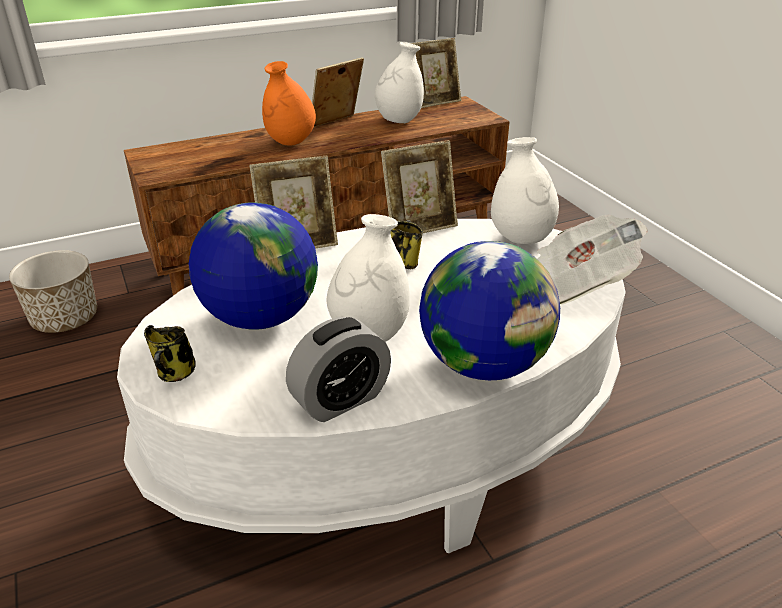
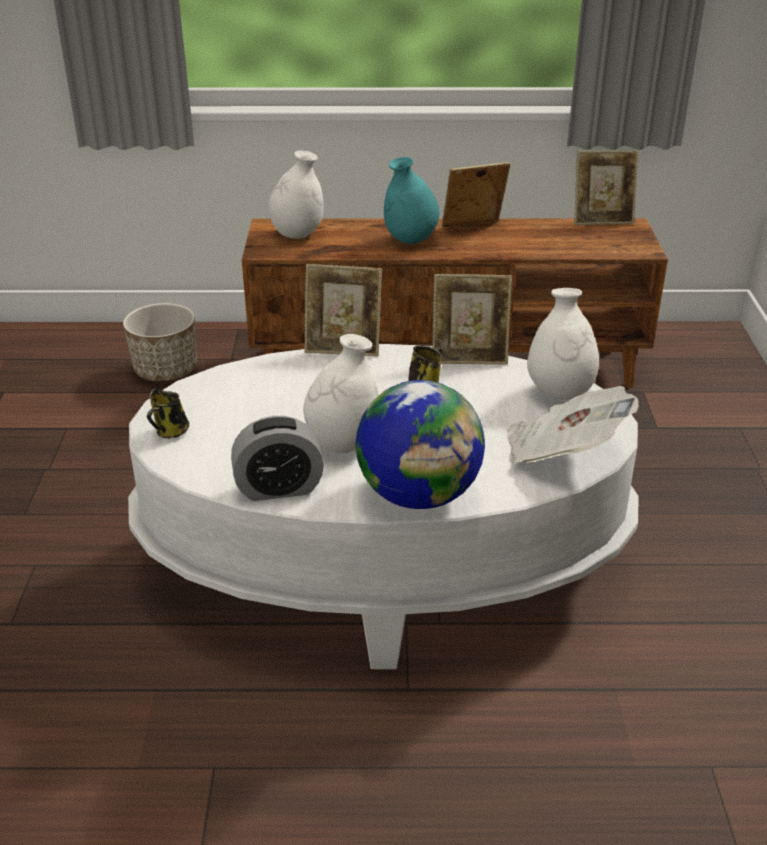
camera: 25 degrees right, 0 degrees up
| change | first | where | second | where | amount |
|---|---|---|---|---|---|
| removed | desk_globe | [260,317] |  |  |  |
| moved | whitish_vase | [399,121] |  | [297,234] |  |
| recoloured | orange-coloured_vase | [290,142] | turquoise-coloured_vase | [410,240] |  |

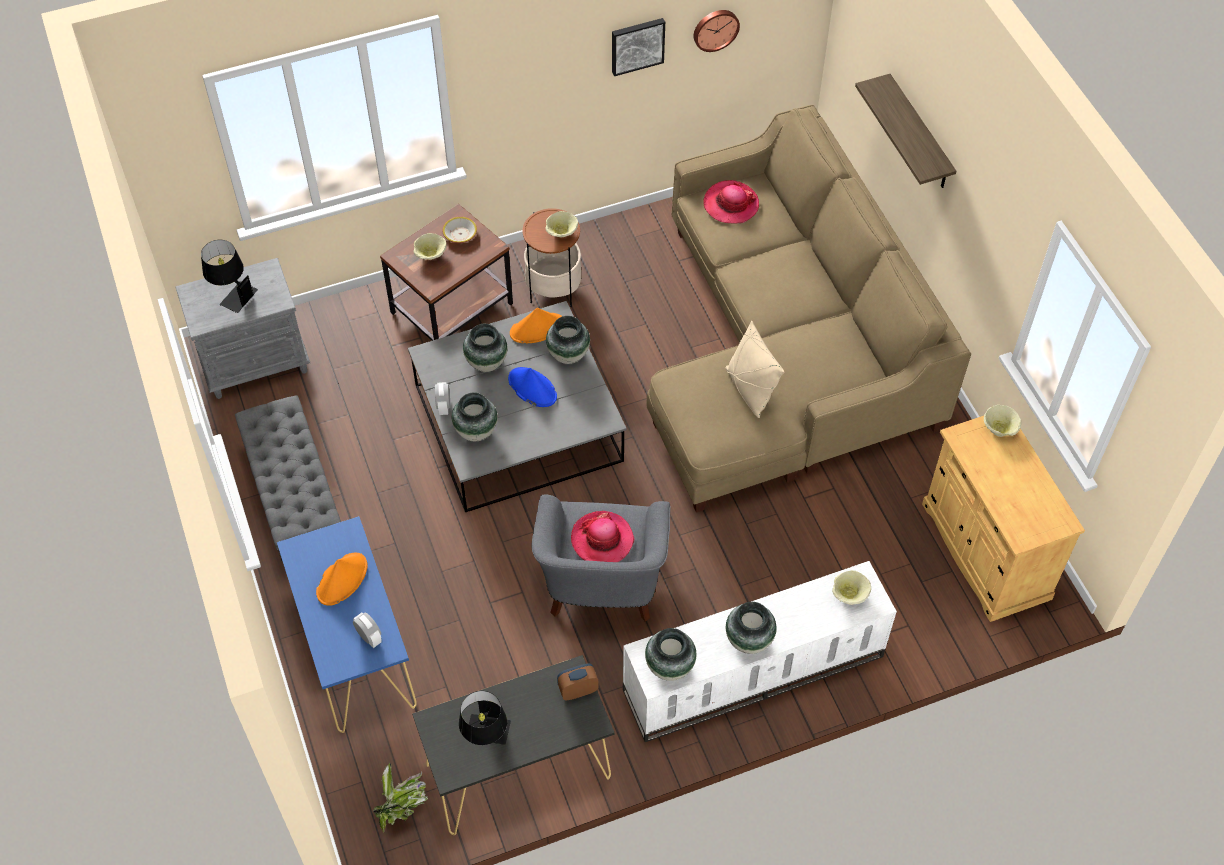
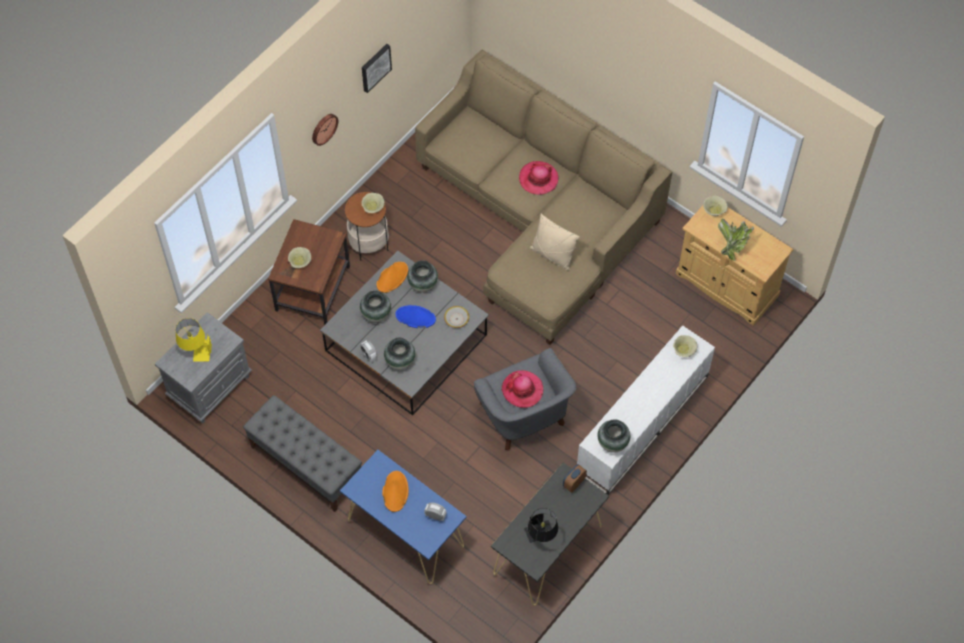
camera: 30 degrees left, 5 degrees up
| change | first | where | second | where | amount |
|---|---|---|---|---|---|
| removed | vase | [749,641] |  |  |  |
| removed | shelf | [919,134] |  |  |  |
| moved | plant_in_a_pot | [403,807] |  | [733,245] |  |
| moved | deep_dish | [460,234] |  | [456,319] |  |
| moved | clock_on_the_wall | [715,29] |  | [323,128] |  |
| moved | clothing_hat | [731,204] |  | [538,179] |  |
| recoloured | black_table_lamp | [232,294] | yellow_table_lamp | [196,350] |  |

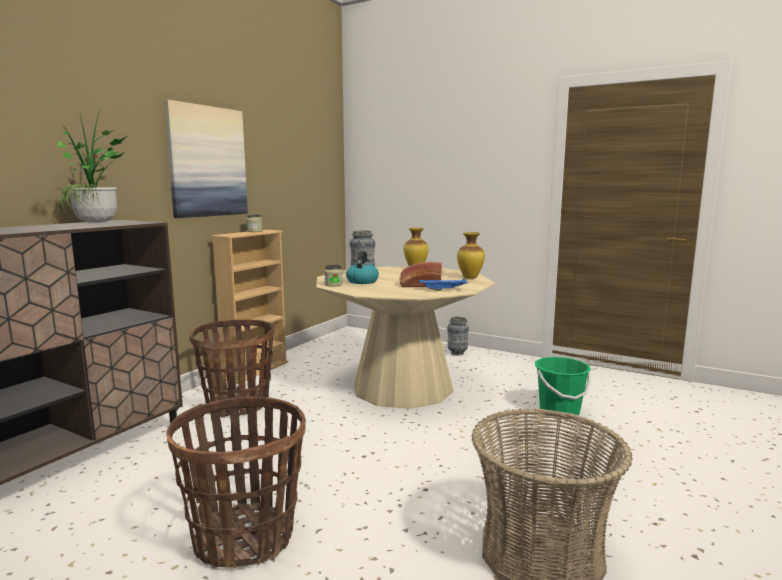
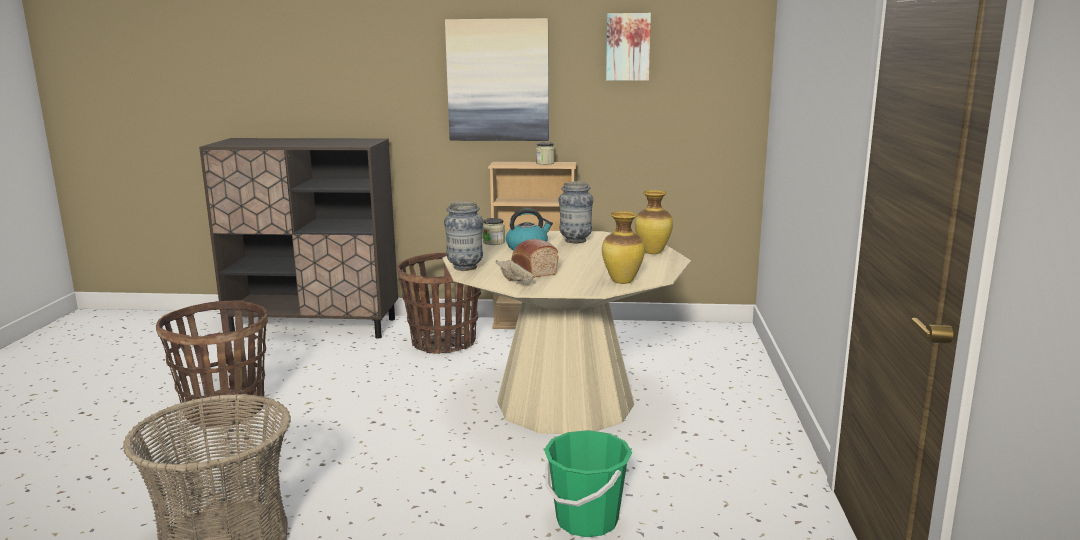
camera: 65 degrees right, 5 degrees up
| change | first | where | second | where | amount |
|---|---|---|---|---|---|
| removed | plant_in_a_pot | [96,223] |  |  |  |
| added |  |  | wall_art | [628,47] |  |
| moved | vase | [457,353] |  | [465,267] |  |
| recoloured | bluish_serving_tray | [444,290] | sand-coloured_serving_tray | [515,281] |  |

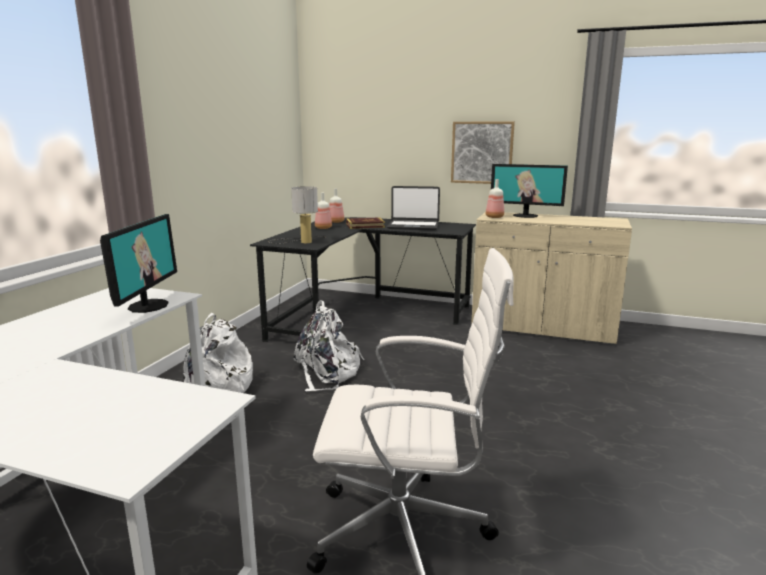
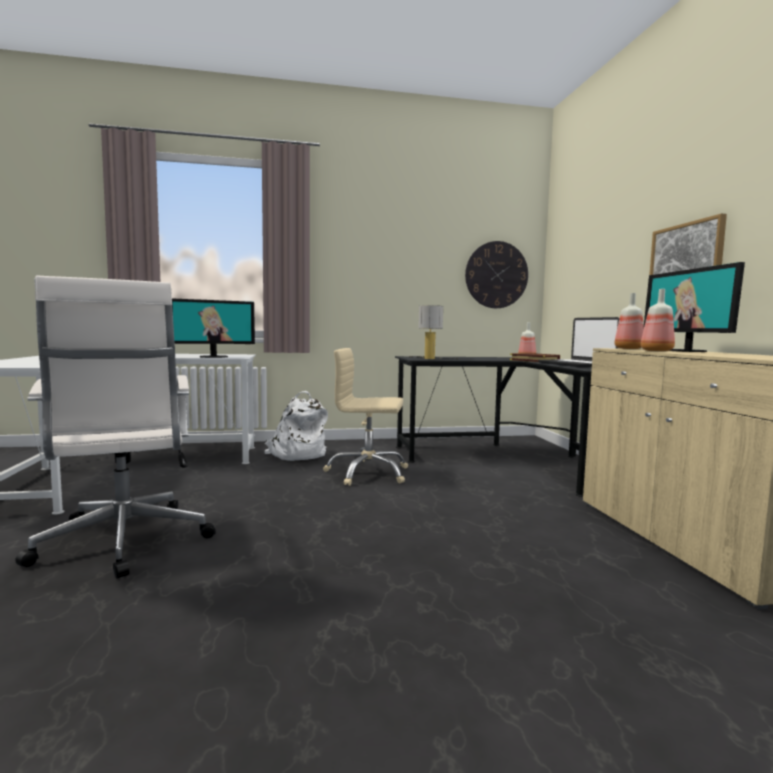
camera: 60 degrees right, 10 degrees down
| change | first | where | second | where | amount |
|---|---|---|---|---|---|
| added |  |  | clock_on_the_wall | [496,275] |  |
| moved | beverage_bottle | [323,228] |  | [656,351] |  |
| replaced | whitish_rucksack | [327,373] | sand-coloured_office_chair | [367,473] |  |

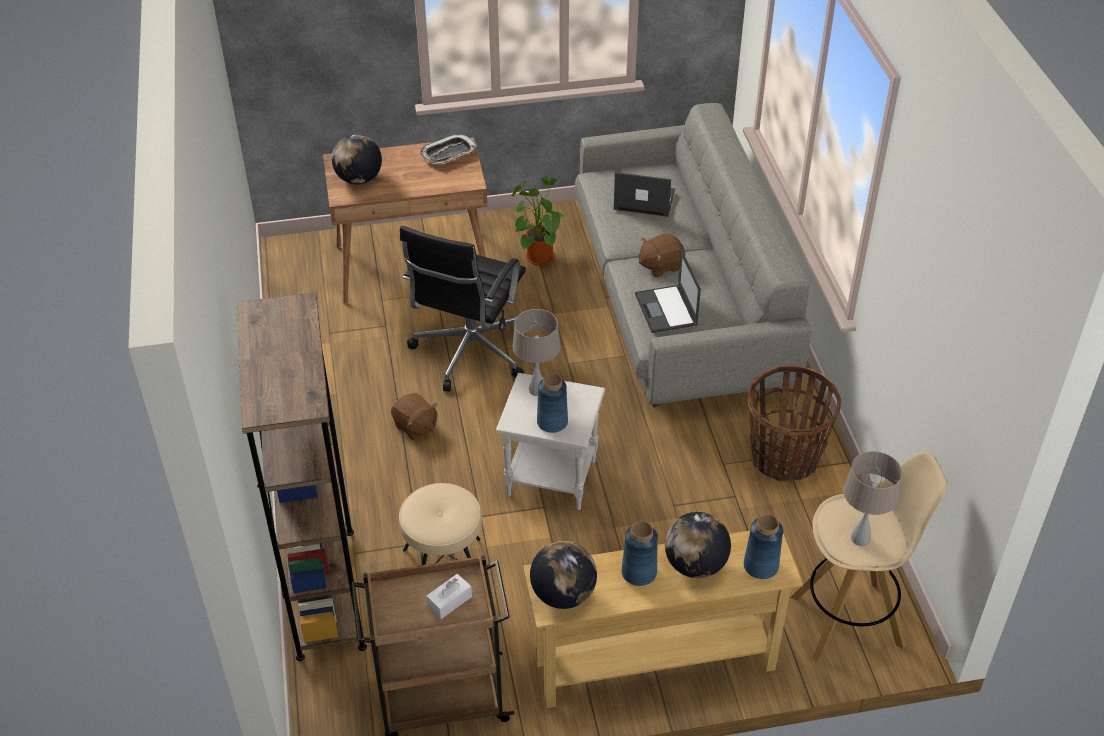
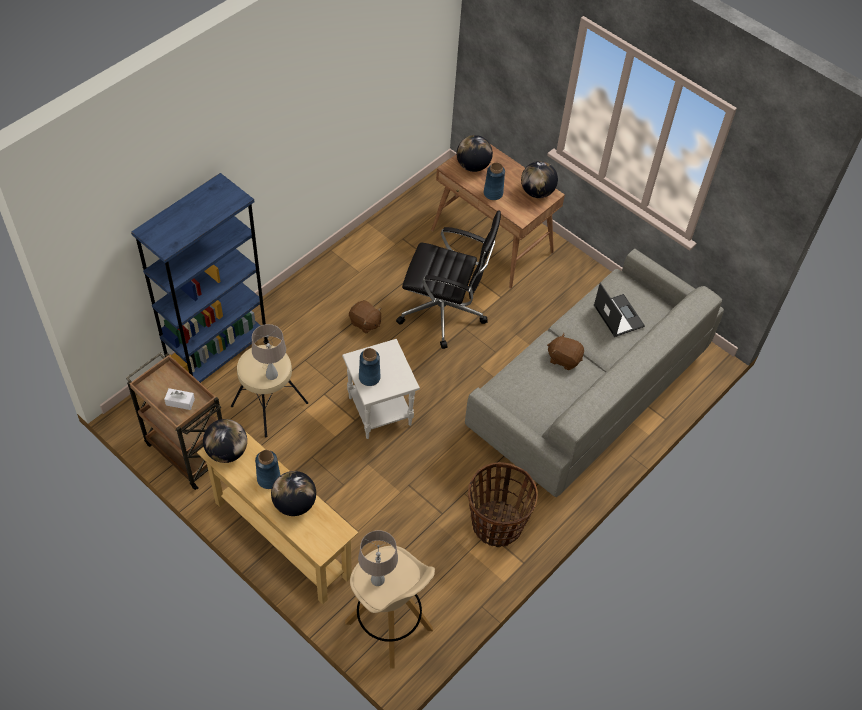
camera: 50 degrees right, 10 degrees up
| change | first | where | second | where | amount |
|---|---|---|---|---|---|
| removed | plant_in_a_pot | [537,256] |  |  |  |
| removed | laptop | [666,310] |  |  |  |
| moved | sand-coloured_table_lamp | [536,390] |  | [271,374] |  |
| moved | bluish_vase | [760,566] |  | [493,193] |  |
| replaced | serving_tray | [449,154] | desk_globe | [537,192] |  |
| recoloured | brownish_bookcase | [326,592] | bluish_bookcase | [218,357] |  |
| turned | brownish_soft_toy | [415,427] |  | [365,323] | 60 degrees counterclockwise |
| turned | black_office_chair | [469,353] |  | [445,312] | 150 degrees counterclockwise |

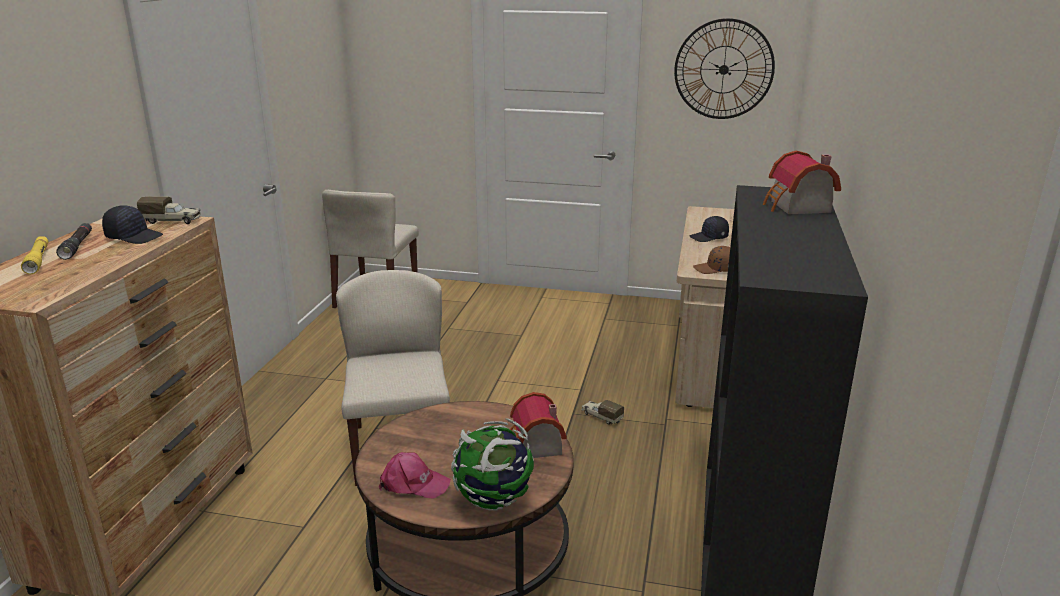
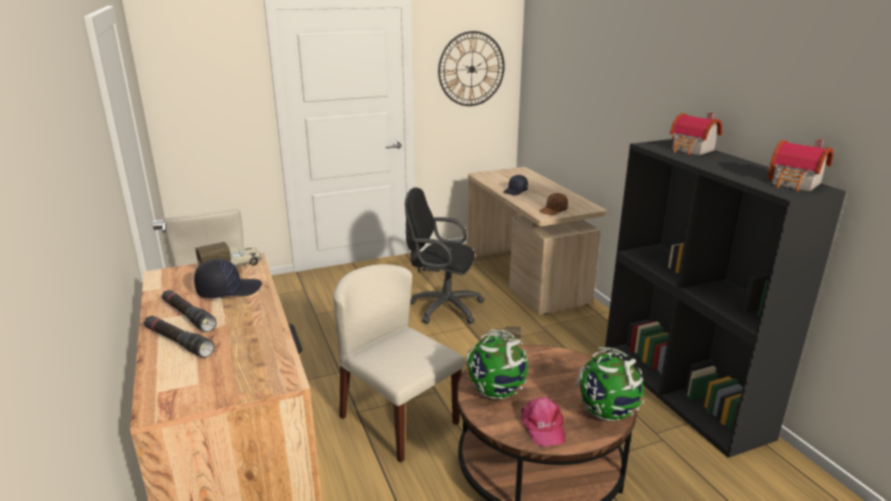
camera: 35 degrees left, 0 degrees up
| change | first | where | second | where | amount |
|---|---|---|---|---|---|
| added |  |  | black_office_chair | [442,307] |  |
| added |  |  | desk_globe | [496,392] |  |
| moved | toy_house | [534,446] |  | [796,184] |  |
| recoloured | yellow_hand_torch | [38,260] | black_hand_torch | [178,342] |  |
| turned | pink_peaked_cap | [413,484] |  | [543,426] | 105 degrees clockwise |

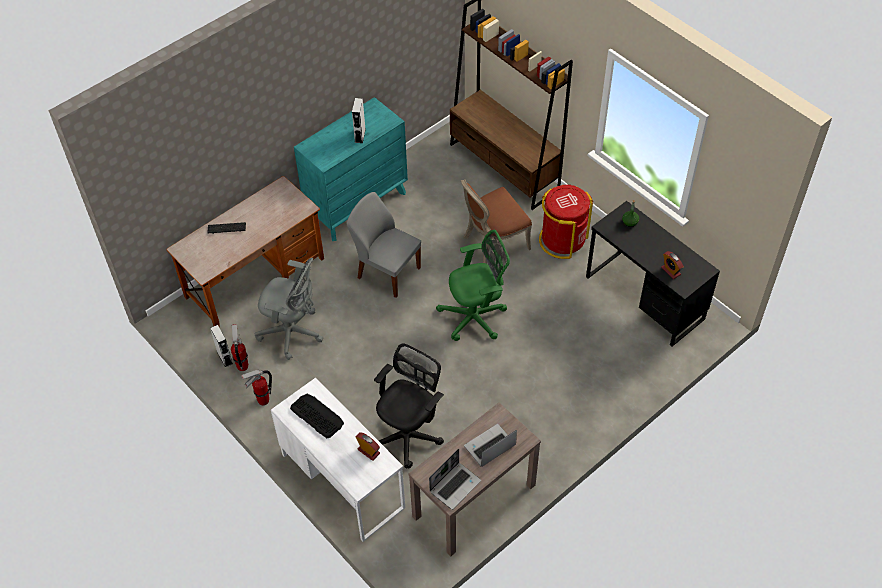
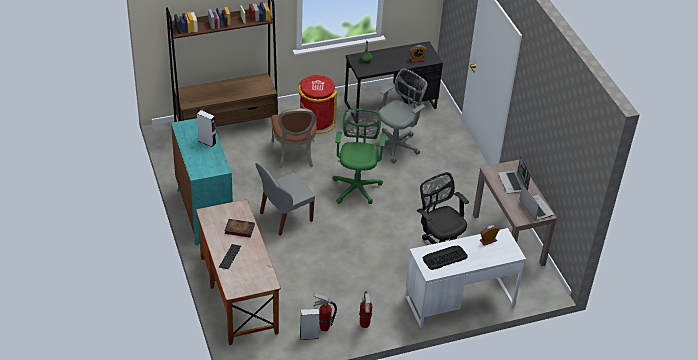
camera: 70 degrees left, 10 degrees down
| change | first | where | second | where | amount |
|---|---|---|---|---|---|
| added |  |  | bound_book | [238,229] |  |
| moved | grey_office_chair | [293,332] |  | [396,145] |  |

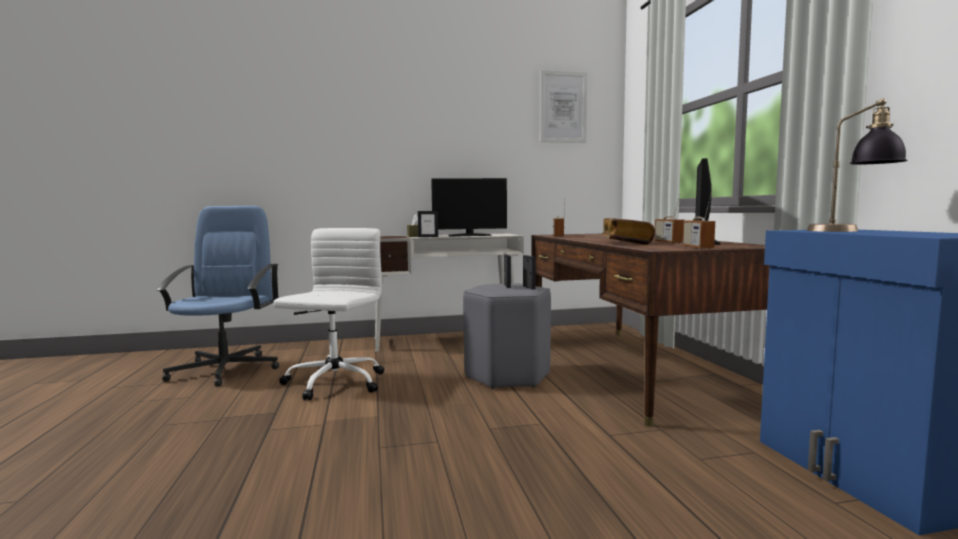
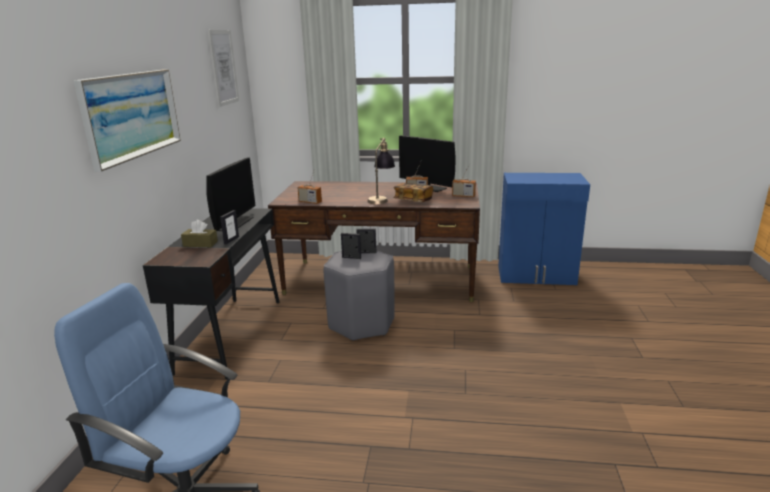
camera: 70 degrees left, 15 degrees up
| change | first | where | second | where | amount |
|---|---|---|---|---|---|
| removed | whitish_office_chair | [333,383] |  |  |  |
| added |  |  | wall_art | [132,115] |  |
| moved | table_lamp | [852,230] |  | [381,198] |  |
| recoloured | whitish_desk_unit | [446,340] | black_desk_unit | [231,334] |  |

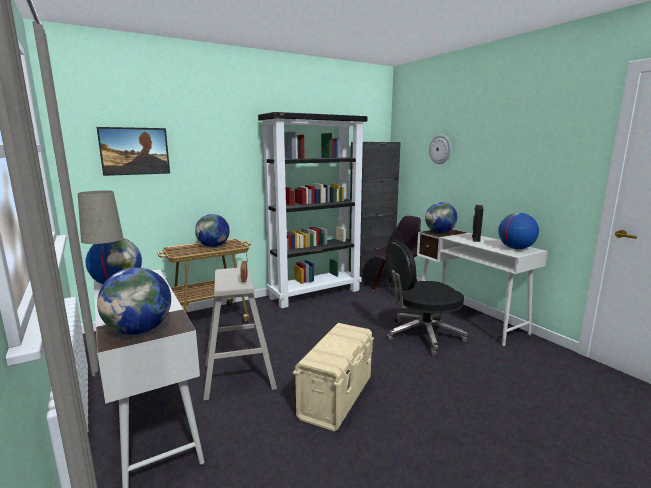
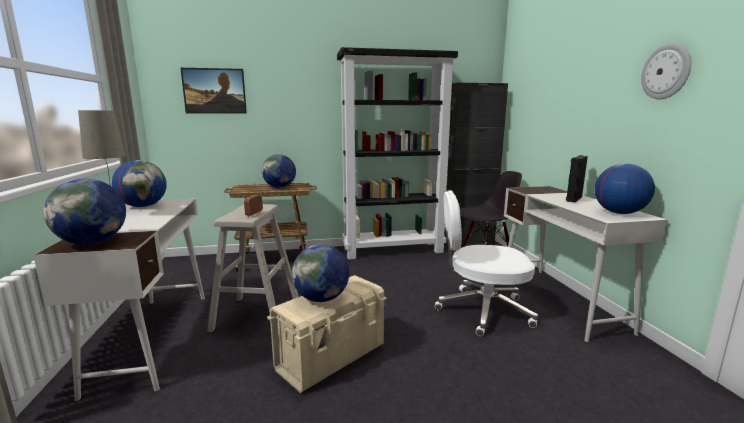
camera: 20 degrees right, 0 degrees up
| change | first | where | second | where | amount |
|---|---|---|---|---|---|
| moved | desk_globe | [440,232] |  | [321,298] |  |
| moved | clock_on_the_wall | [440,149] |  | [666,71] |  |
| recoloured | black_office_chair | [422,335] | whitish_office_chair | [482,310] |  |

